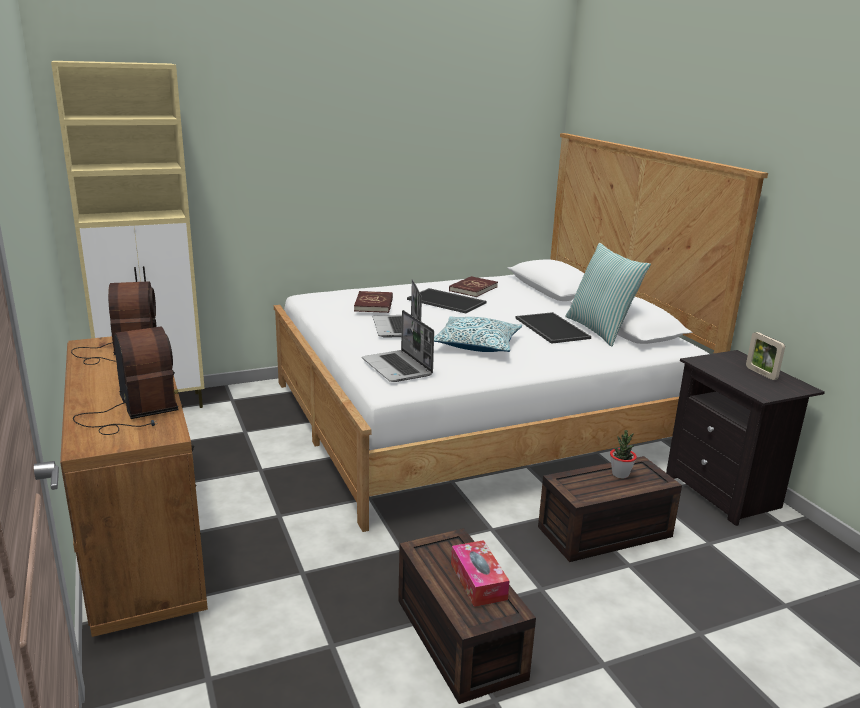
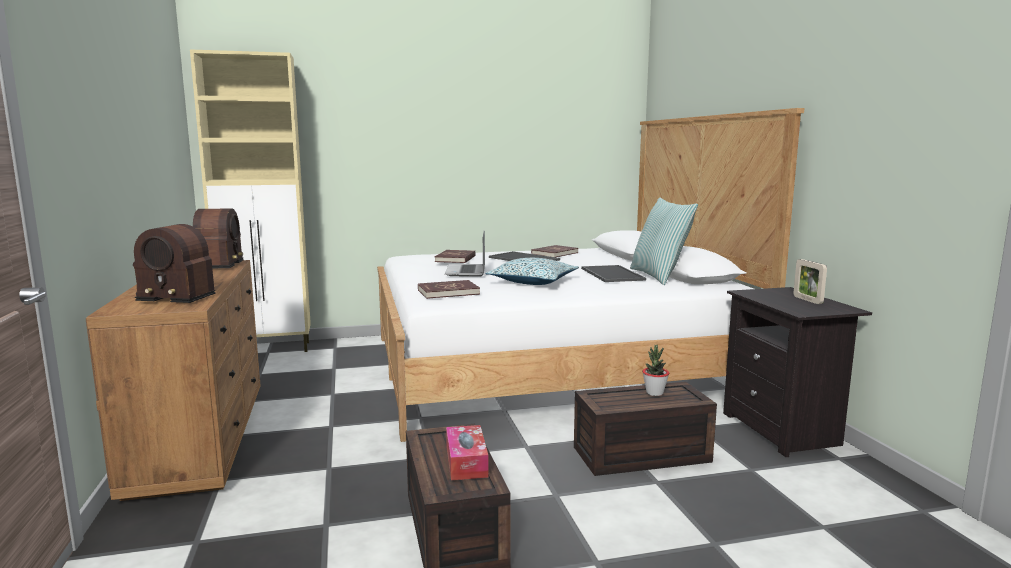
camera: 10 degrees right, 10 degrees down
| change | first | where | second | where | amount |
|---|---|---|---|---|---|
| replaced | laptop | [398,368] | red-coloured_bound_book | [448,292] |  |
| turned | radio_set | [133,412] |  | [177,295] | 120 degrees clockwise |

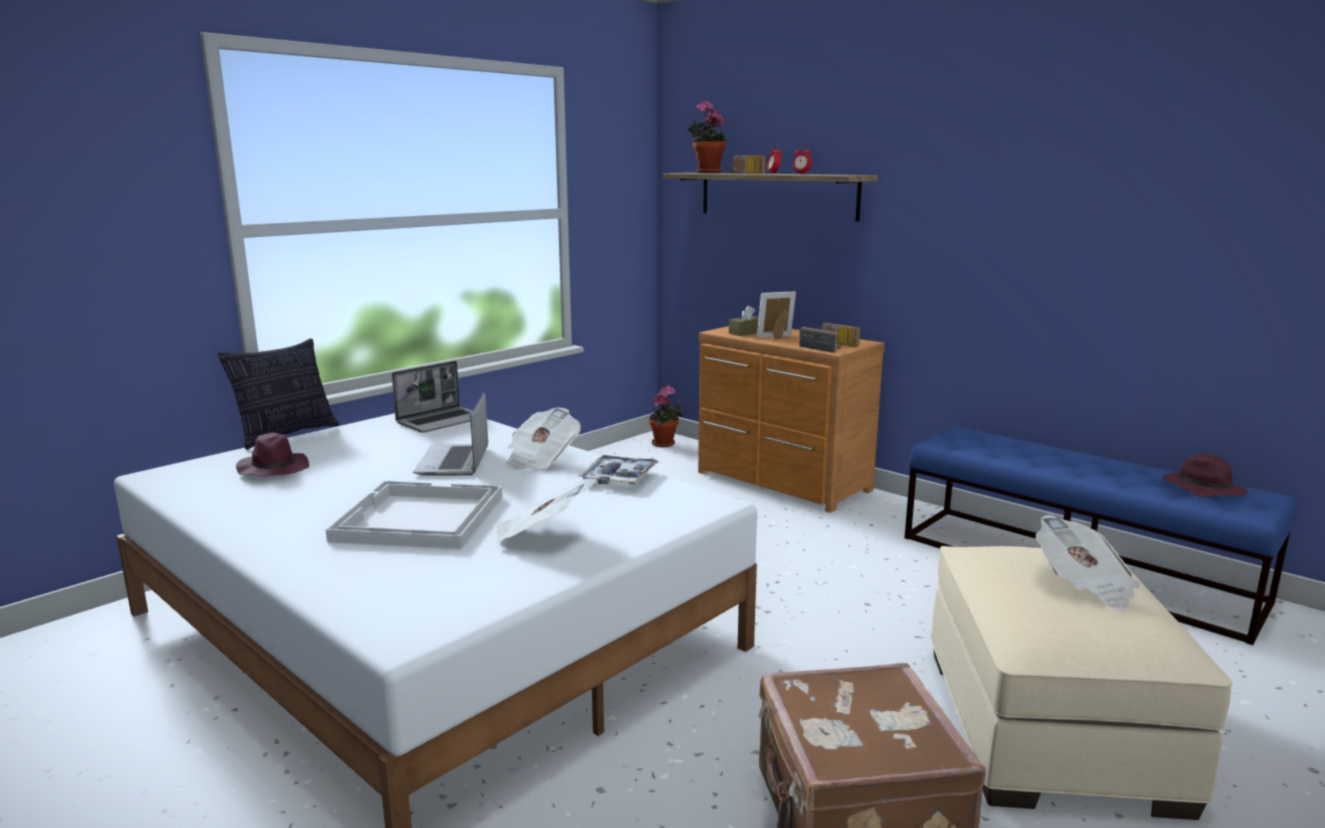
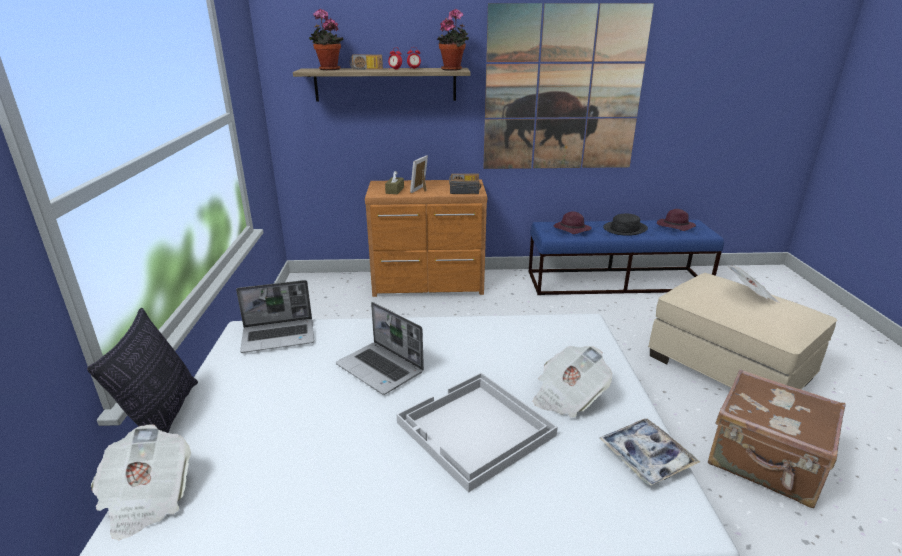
camera: 45 degrees left, 10 degrees up
| change | first | where | second | where | amount |
|---|---|---|---|---|---|
| added |  |  | wall_art | [563,90] |  |
| added |  |  | black_clothing_hat | [625,229] |  |
| moved | purple-coloured_clothing_hat | [273,470] |  | [571,229] |  |
| moved | daily_paper | [541,459] |  | [147,498] |  |
| moved | serving_tray | [619,477] |  | [646,457] |  |
| moved | plant_in_a_pot | [665,444] |  | [453,69] |  |
| turned | laptop | [442,421] |  | [279,336] | 75 degrees clockwise |

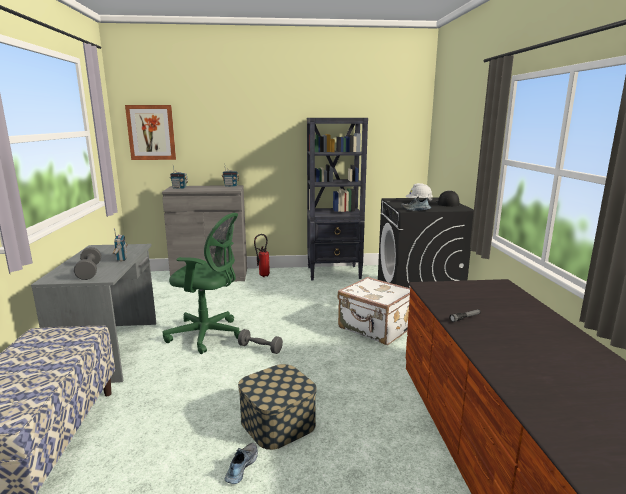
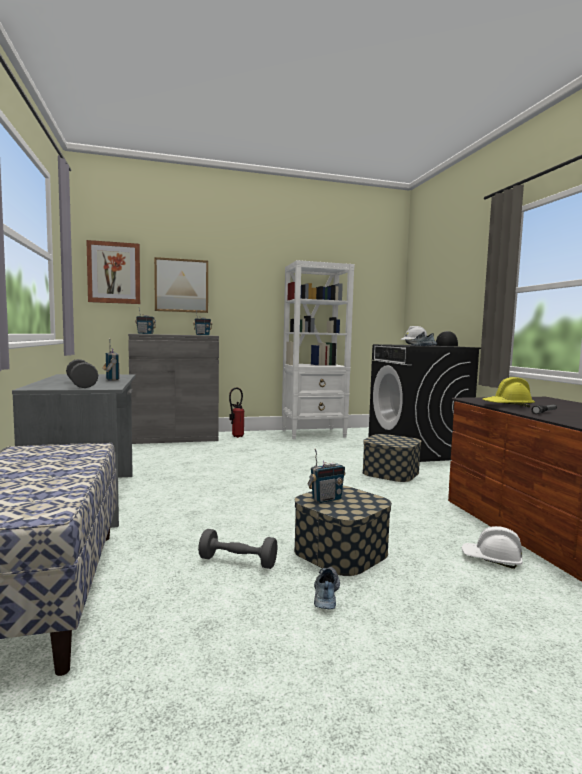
camera: 10 degrees left, 10 degrees down
| change | first | where | second | where | amount |
|---|---|---|---|---|---|
| removed | greenish_office_chair | [208,335] |  |  |  |
| added |  |  | wall_art | [181,285] |  |
| added |  |  | radio_set | [326,499] |  |
| added |  |  | whitish_hard_hat | [491,559] |  |
| added |  |  | yellow_hard_hat | [507,406] |  |
| moved | grey_hand_weight | [260,348] |  | [238,562] |  |
| replaced | whitish_travel_case | [375,328] | storage_bin | [391,472] |  |
| recoloured | black_bookcase | [334,273] | whitish_bookcase | [314,433] |  |

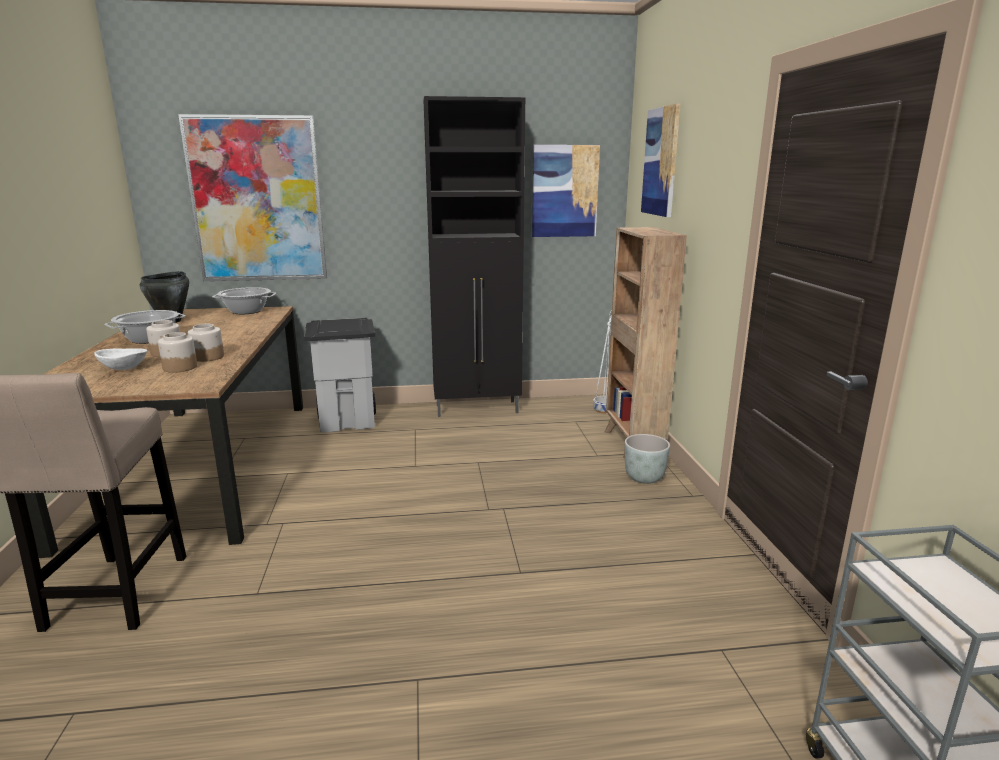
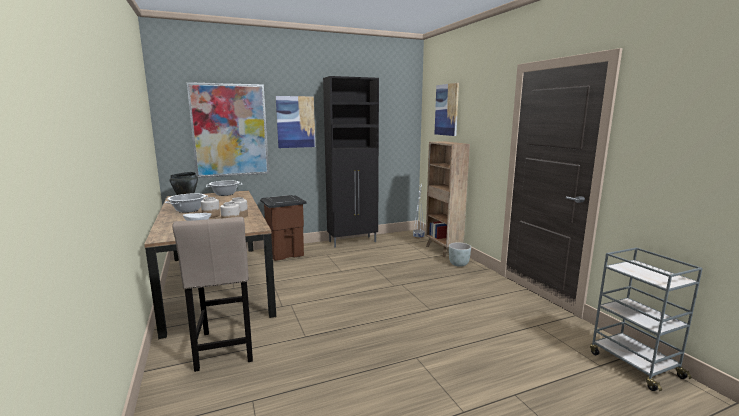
camera: 15 degrees left, 5 degrees down
| change | first | where | second | where | amount |
|---|---|---|---|---|---|
| moved | wall_art | [565,191] |  | [295,122] |  |
| recoloured | grey_waste_bin | [348,421] | brownish_waste_bin | [285,254] |  |

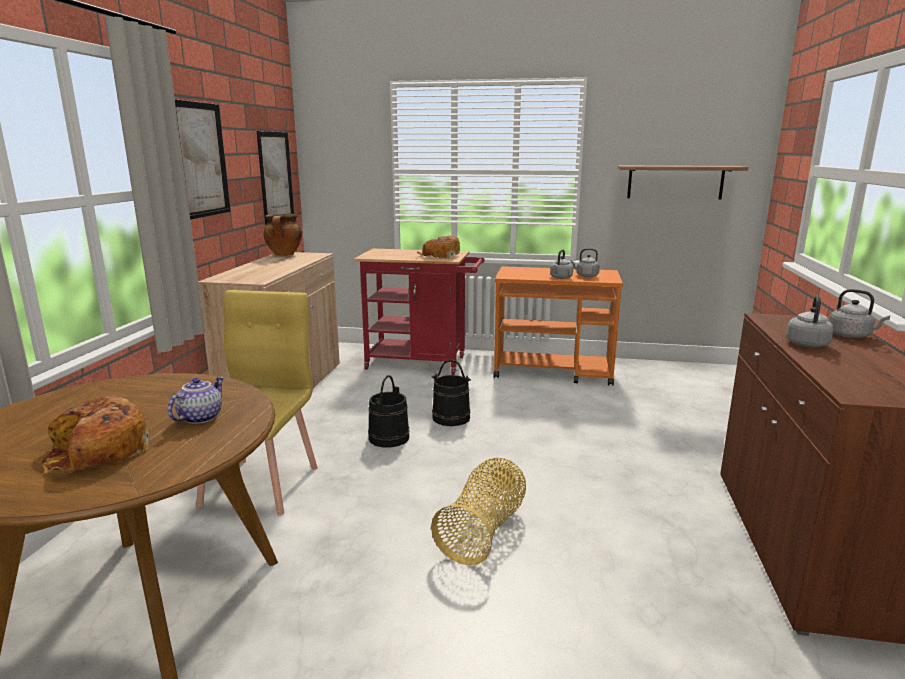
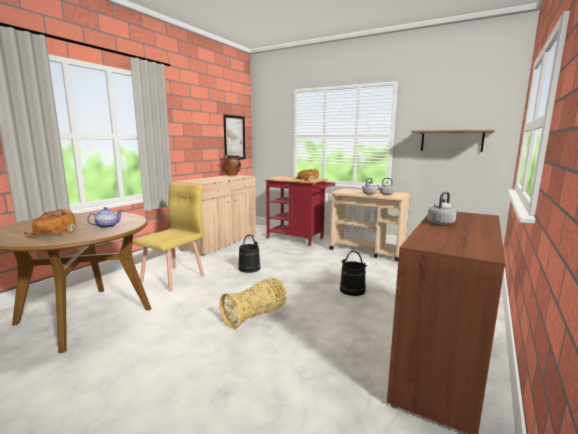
camera: 20 degrees right, 5 degrees down
| change | first | where | second | where | amount |
|---|---|---|---|---|---|
| removed | wall_art | [201,160] |  |  |  |
| removed | grey_kettle | [851,335] |  |  |  |
| moved | black_bucket | [451,418] |  | [352,290] |  |
| recoloured | orange-coloured_cart | [554,372] | sand-coloured_cart | [367,251] |  |

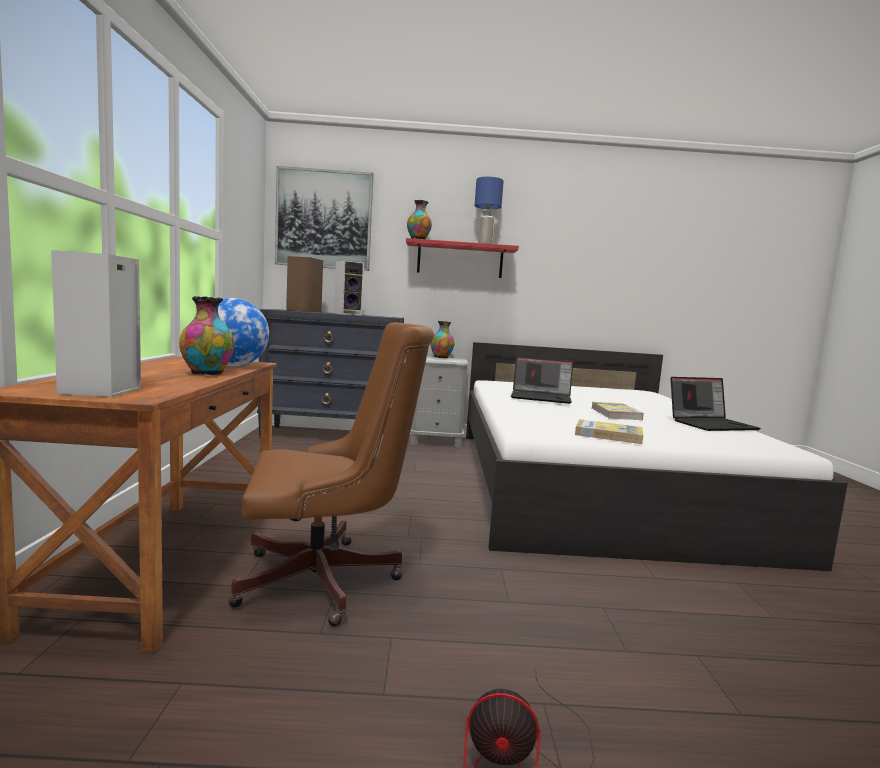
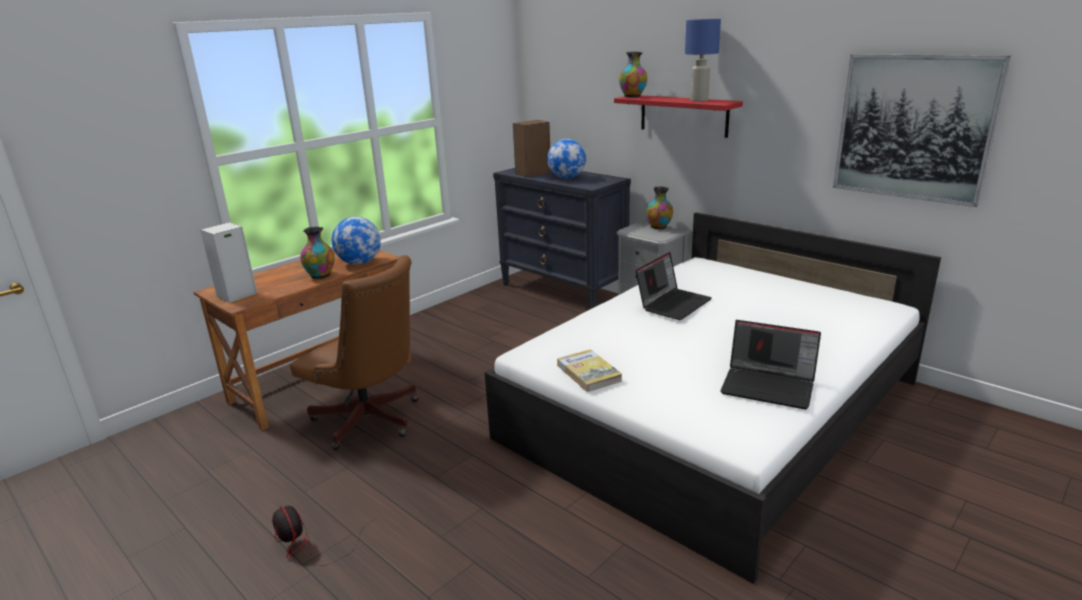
camera: 45 degrees right, 15 degrees up
| change | first | where | second | where | amount |
|---|---|---|---|---|---|
| removed | bound_book | [615,413] |  |  |  |
| moved | wall_art | [324,219] |  | [914,127] |  |
| replaced | loudspeaker | [348,314] | desk_globe | [567,178] |  |
| turned | laptop | [541,397] |  | [673,303] | 105 degrees counterclockwise |

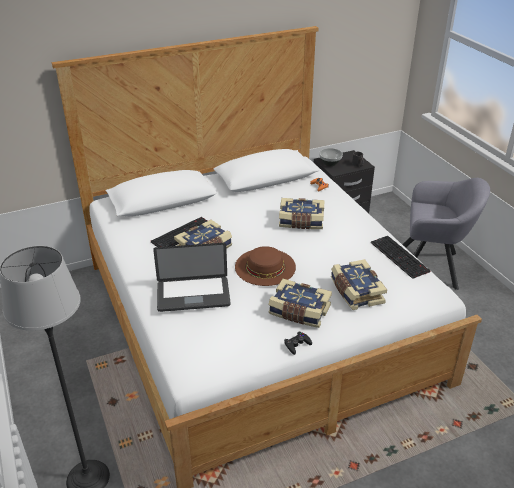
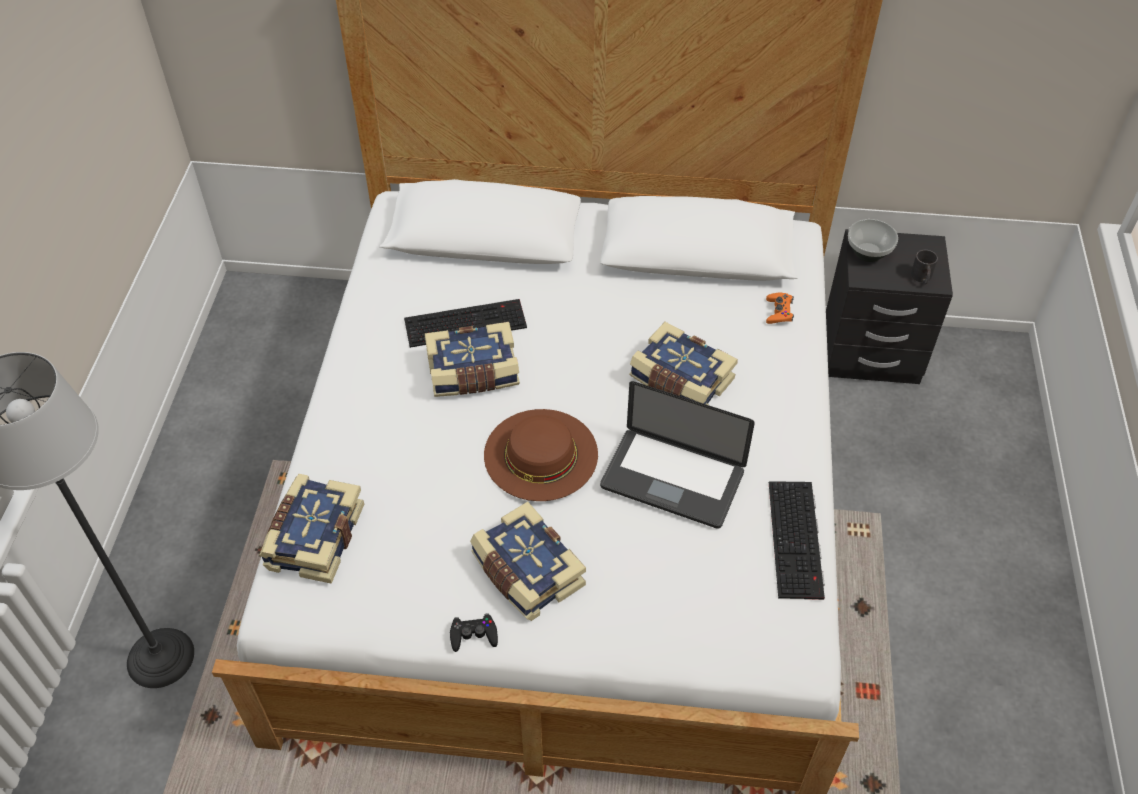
camera: 30 degrees right, 15 degrees up
| change | first | where | second | where | amount |
|---|---|---|---|---|---|
| removed | grey_easy_chair | [433,267] |  |  |  |
| moved | laptop | [193,295] |  | [672,479] |  |
| moved | bound_book | [355,292] |  | [313,537] |  |

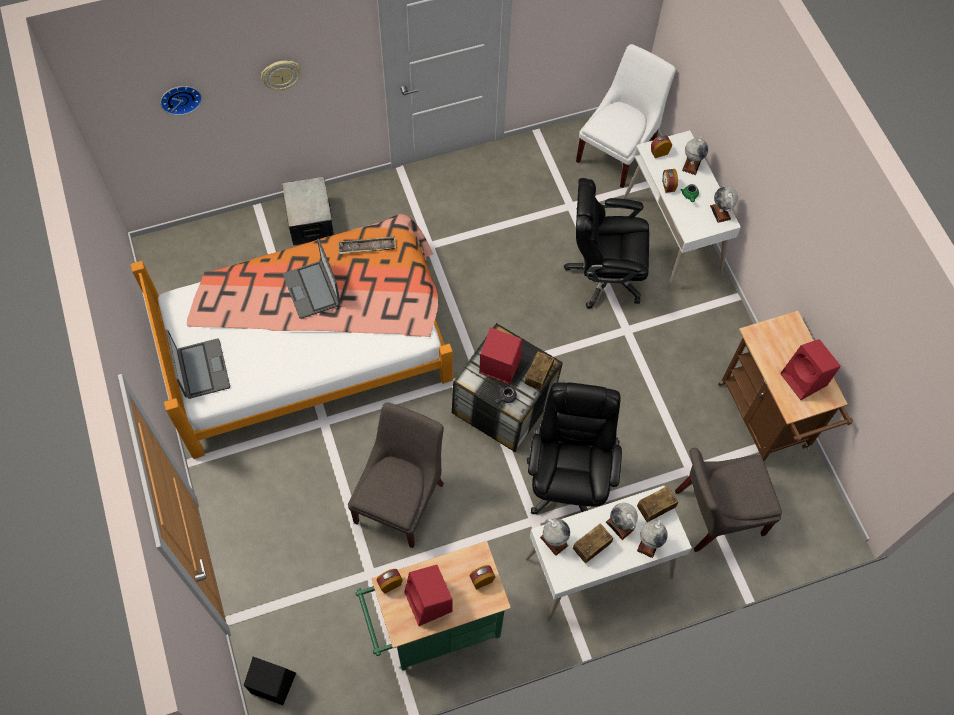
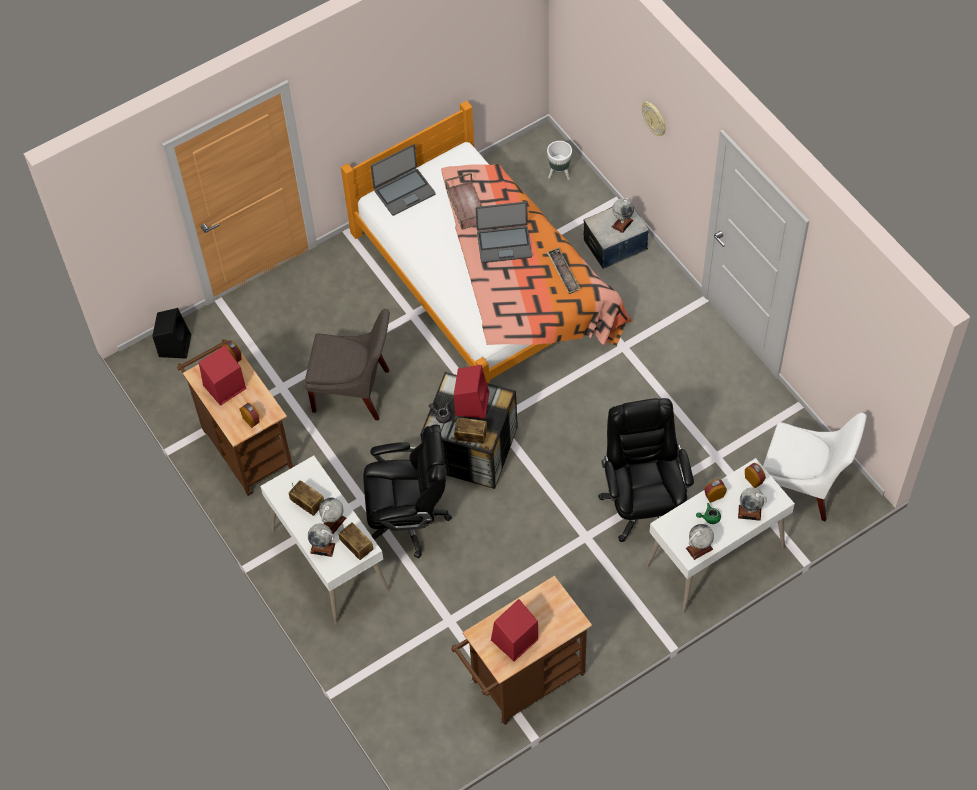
camera: 80 degrees right, 5 degrees down
| change | first | where | second | where | amount |
|---|---|---|---|---|---|
| removed | clock_on_the_wall | [180,98] |  |  |  |
| removed | grey_chair | [715,513] |  |  |  |
| added |  |  | brownish_serving_tray | [466,205] |  |
| added |  |  | whitish_plant_pot | [559,174] |  |
| moved | desk_globe | [553,541] |  | [622,223] |  |
| recoloured | greenish_cart | [434,628] | brownish_cart | [245,446] |  |
| turned | laptop | [312,290] |  | [504,244] | 150 degrees counterclockwise |

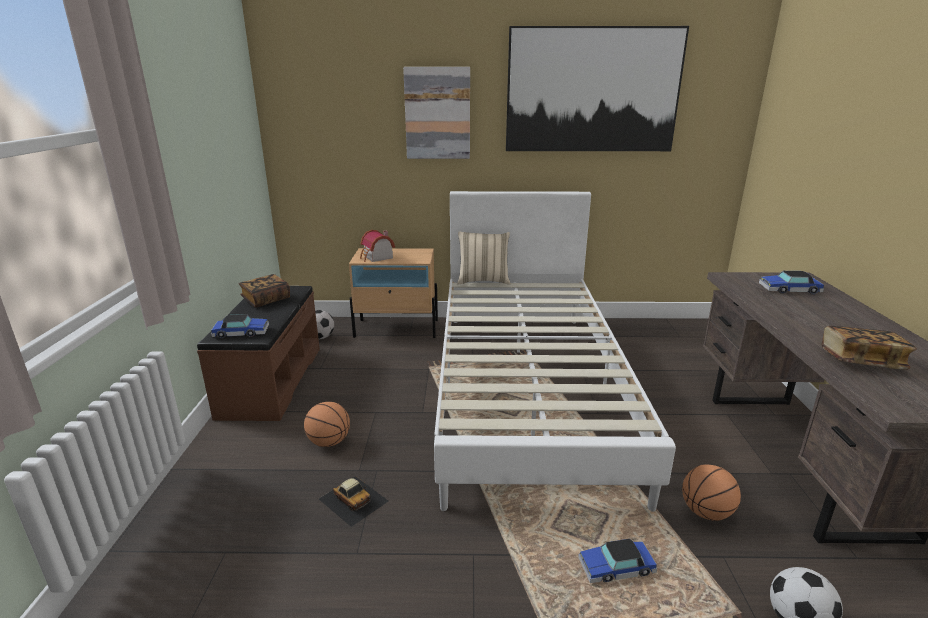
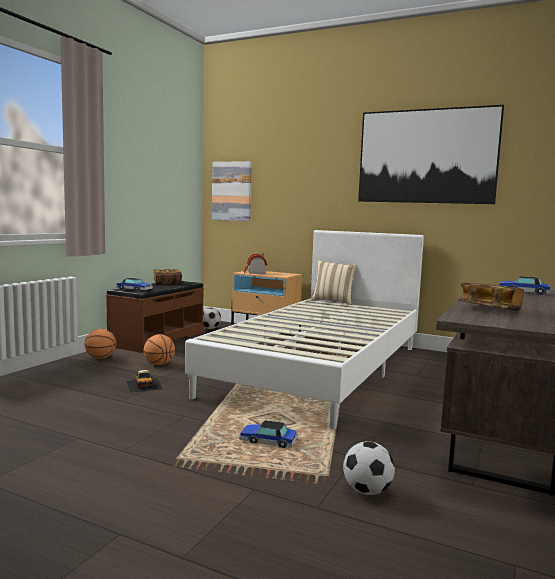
camera: 25 degrees right, 15 degrees down
| change | first | where | second | where | amount |
|---|---|---|---|---|---|
| moved | wall_art | [437,113] |  | [232,191] |  |
| moved | ball_for_basketball | [706,512] |  | [100,358] |  |

